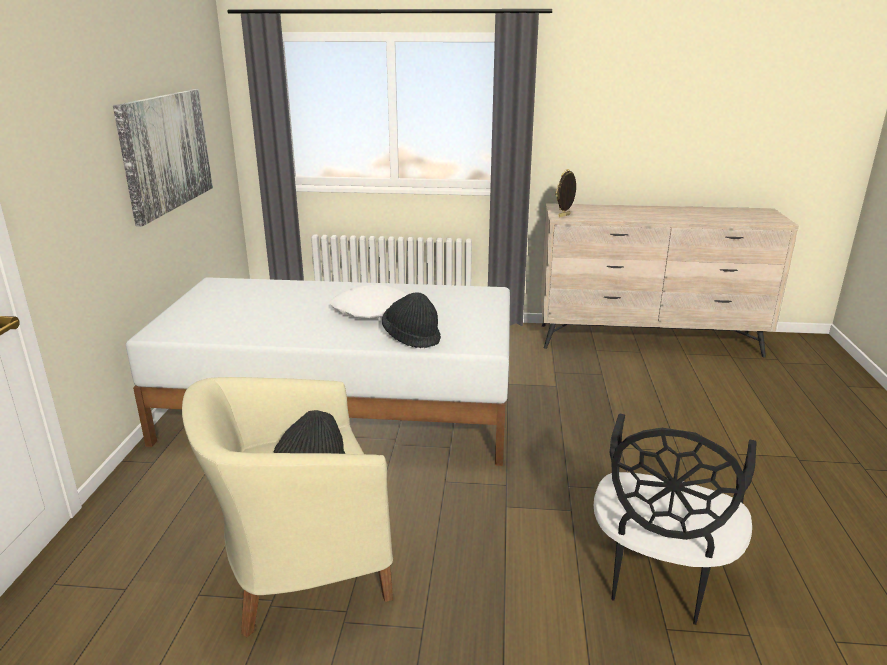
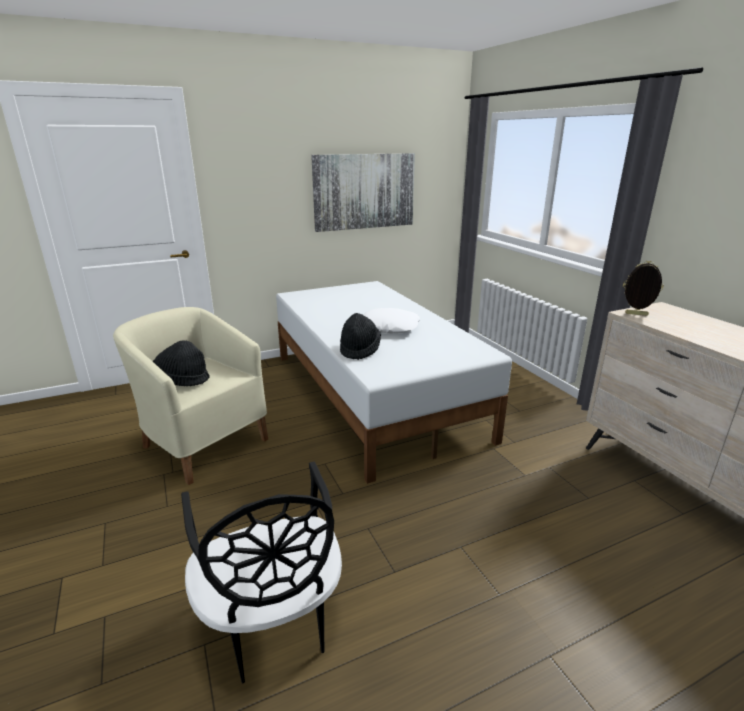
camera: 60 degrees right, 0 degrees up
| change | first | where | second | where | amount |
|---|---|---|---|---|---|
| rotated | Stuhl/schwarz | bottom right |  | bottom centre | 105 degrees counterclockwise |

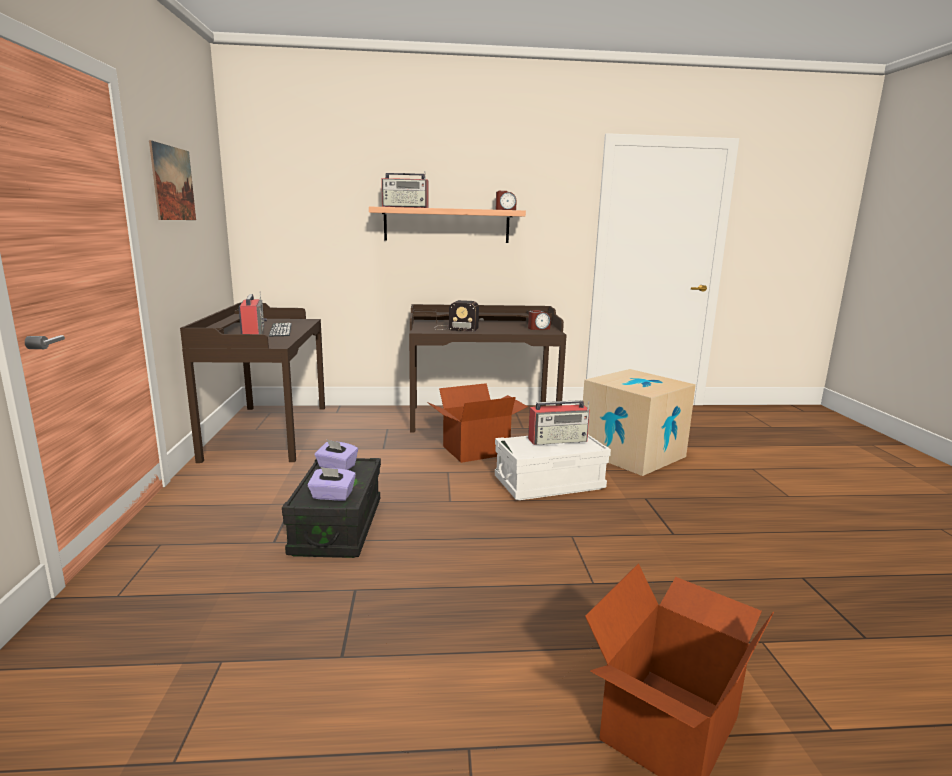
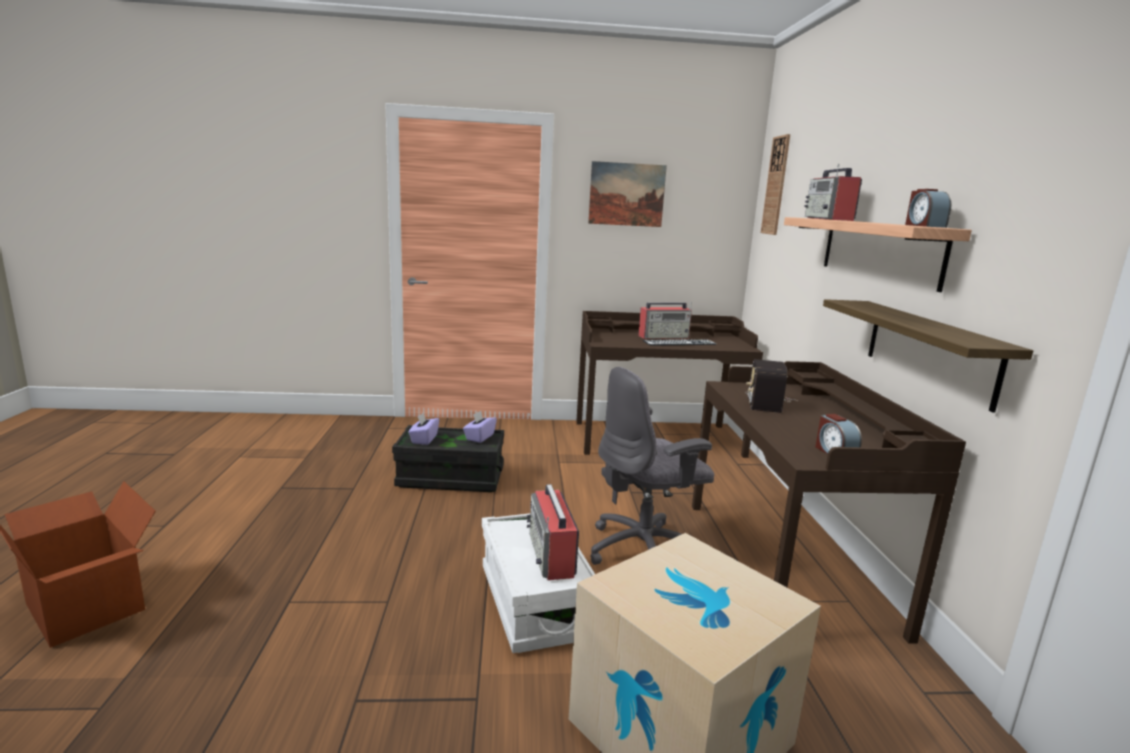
camera: 90 degrees right, 0 degrees up
| change | first | where | second | where | amount |
|---|---|---|---|---|---|
| new |  |  | Wanduhr | top right |  |
| new |  |  | Wandregal (no. 2 from left) | middle right |  |
| swapped | Karton (no. 1 from left) | centre | Bürostuhl/grau | centre |  |

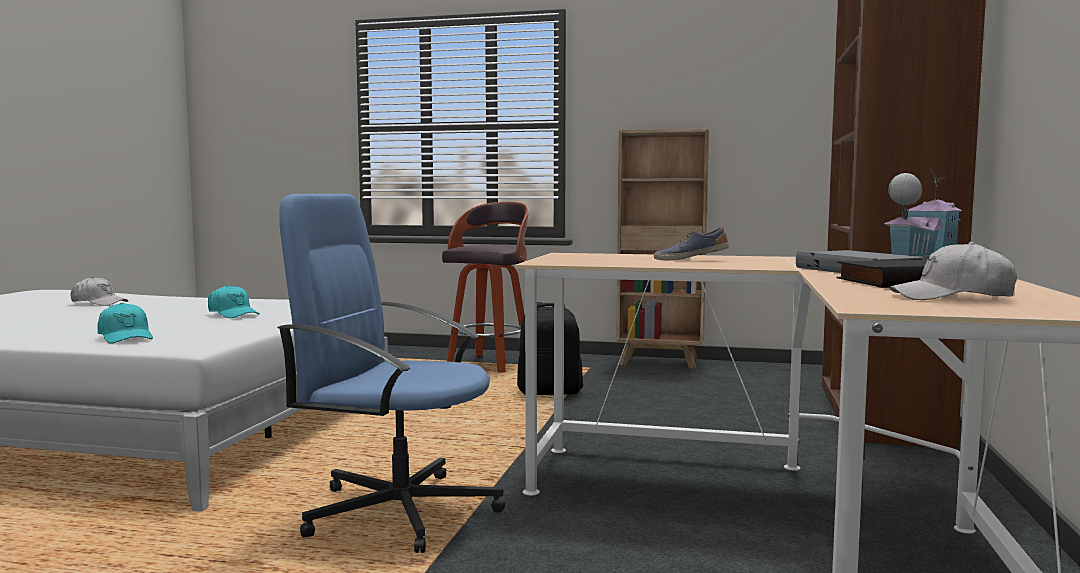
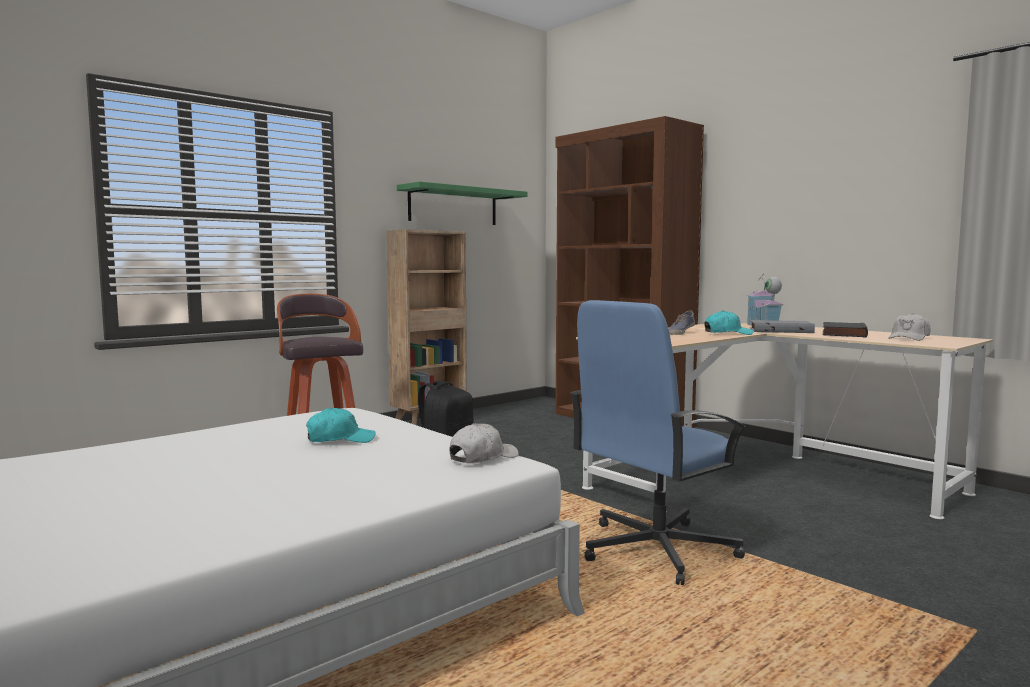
camera: 55 degrees left, 0 degrees up
| change | first | where | second | where | amount |
|---|---|---|---|---|---|
| new |  |  | Wandregal/grün | top centre |  |
| shifted | Kappe/weiß (no. 1 from left) | middle left |  | centre |  |
| shifted | Kappe/türkis (no. 1 from left in the first image) | middle left | Kappe/türkis (no. 2 from left) | middle right |  |

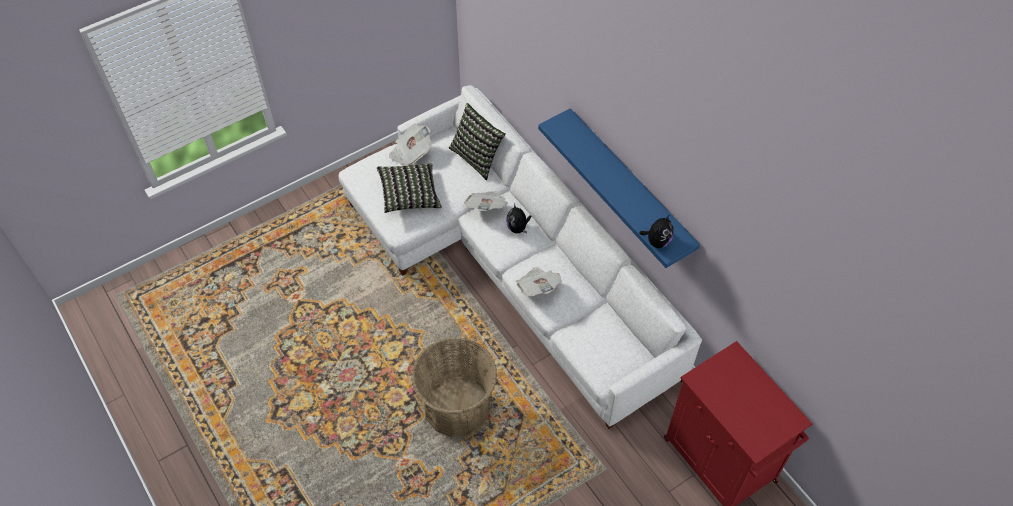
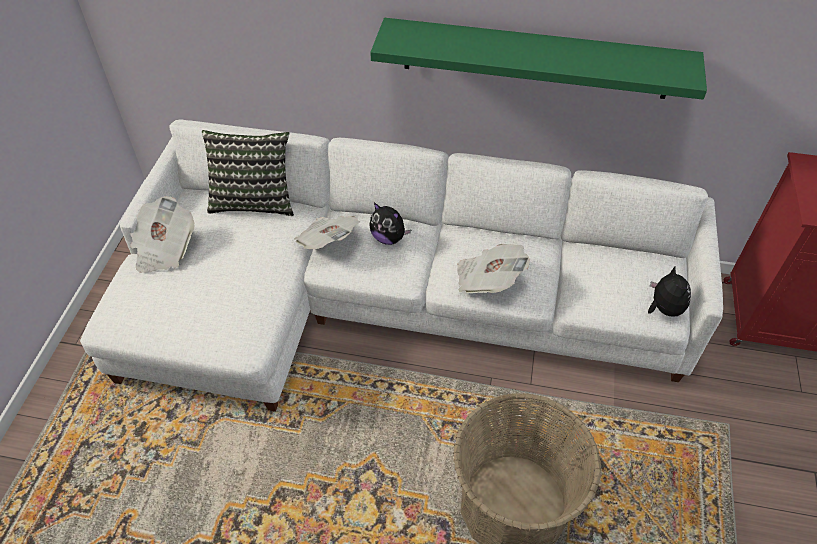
camera: 45 degrees left, 5 degrees down
| change | first | where | second | where | amount |
|---|---|---|---|---|---|
| gone | Kissen (no. 1 from left) | centre |  |  |  |
| shifted | Plüschtier (no. 2 from left) | centre |  | middle right |  |
| repainted | Wandregal/blau | centre | Wandregal/grün | top centre |  |

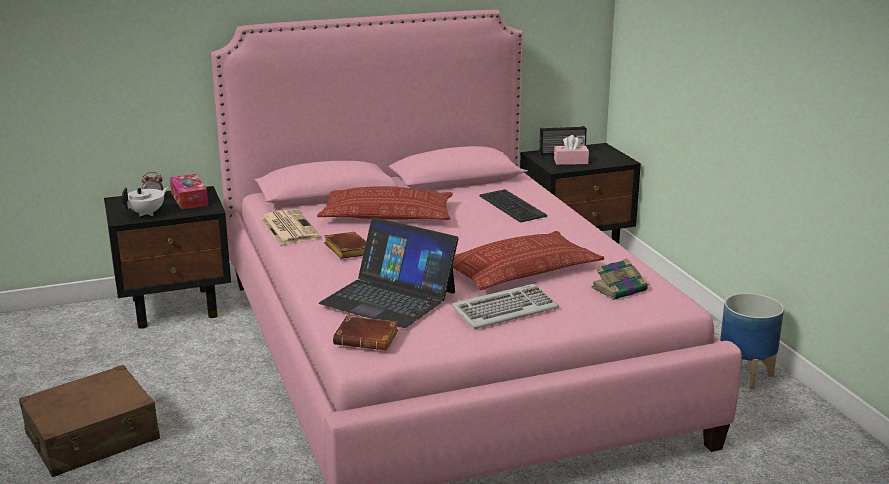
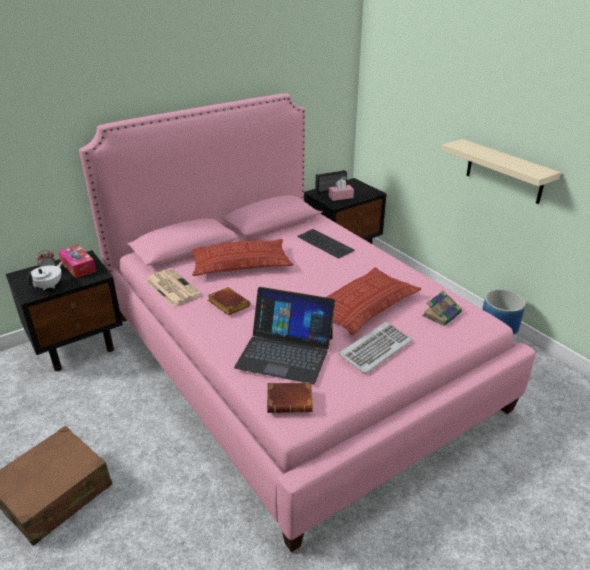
camera: 15 degrees left, 10 degrees up
| change | first | where | second | where | amount |
|---|---|---|---|---|---|
| new |  |  | Wandregal/beige | top right |  |

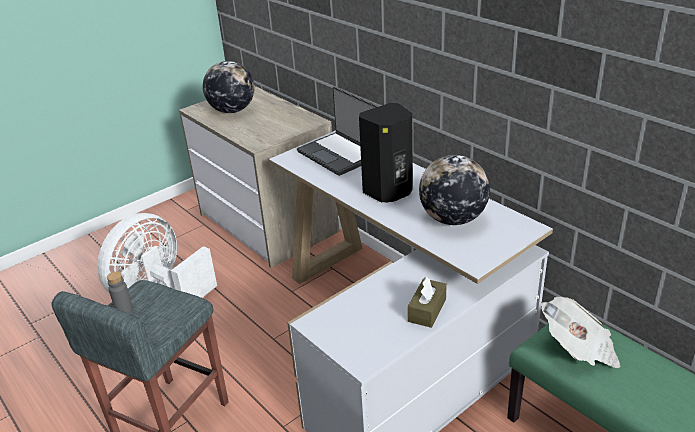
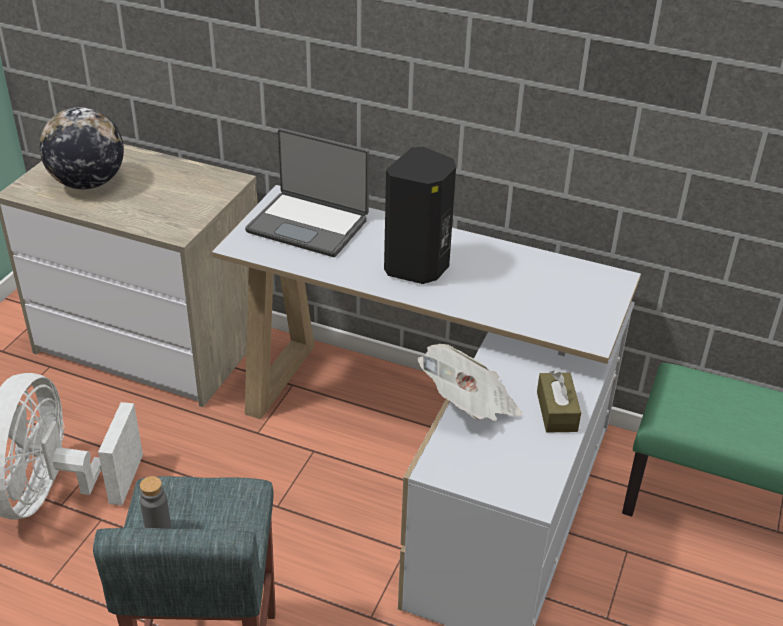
camera: 30 degrees left, 5 degrees up
| change | first | where | second | where | amount |
|---|---|---|---|---|---|
| gone | Globus (no. 2 from left) | centre |  |  |  |
| shifted | Zeitung | bottom right |  | centre |  |

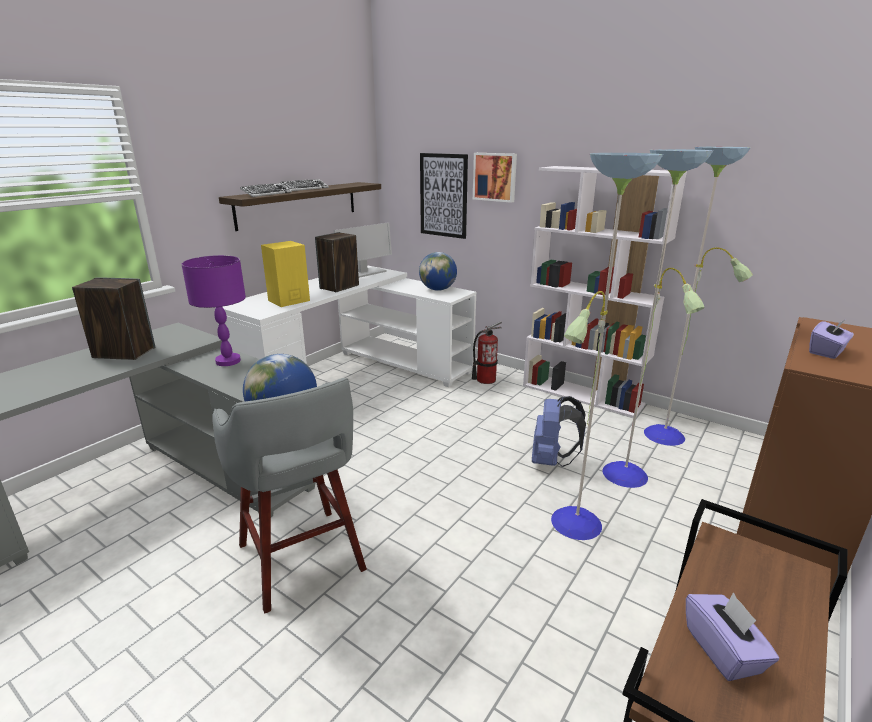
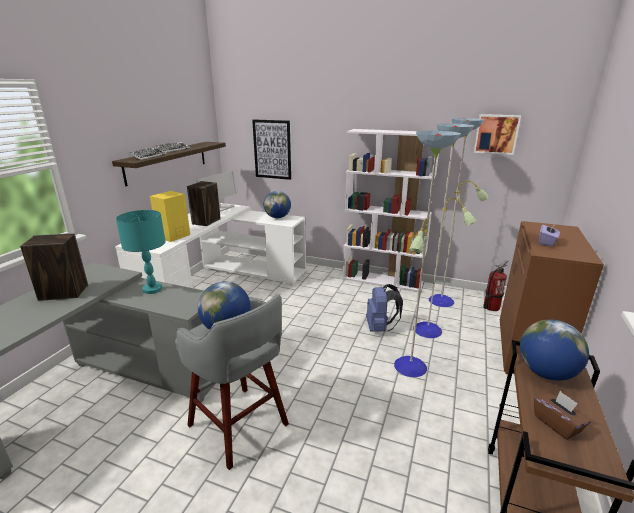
camera: 15 degrees left, 0 degrees up
| change | first | where | second | where | amount |
|---|---|---|---|---|---|
| new |  |  | Globus (no. 3 from left) | bottom right |  |
| shifted | Feuerlöscher | centre |  | middle right |  |
| shifted | Bild (no. 2 from left) | top centre |  | top right |  |
| repainted | Tischlampe/lila | middle left | Tischlampe/türkis | middle left |  |
| repainted | Taschentuchbox/lila (no. 1 from left) | bottom right | Taschentuchbox/braun | bottom right |  |

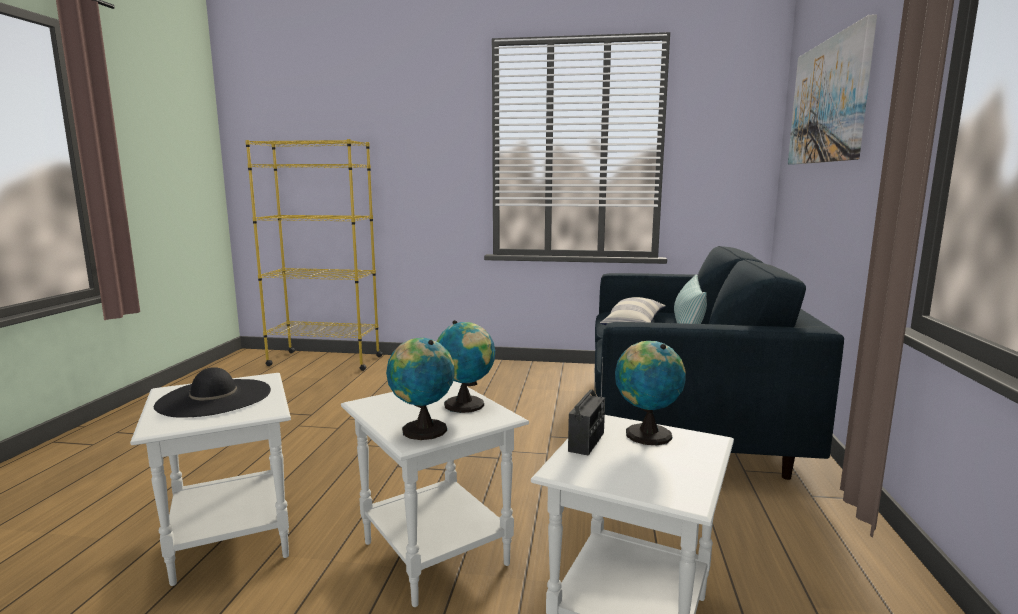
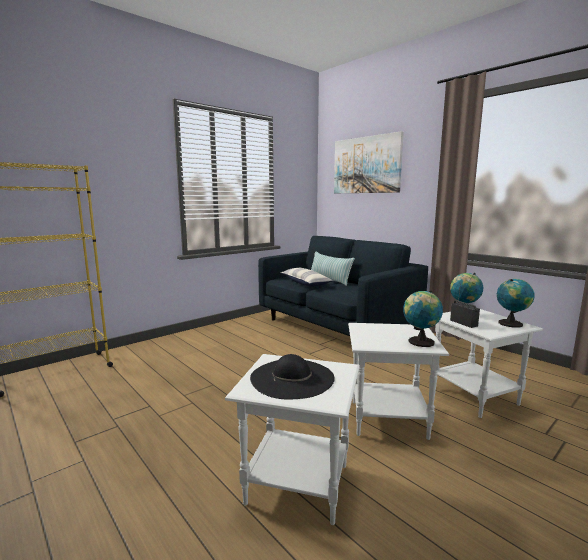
camera: 50 degrees left, 0 degrees up
| change | first | where | second | where | amount |
|---|---|---|---|---|---|
| shifted | Globus (no. 2 from left in the first image) | centre | Globus (no. 3 from left) | middle right |  |

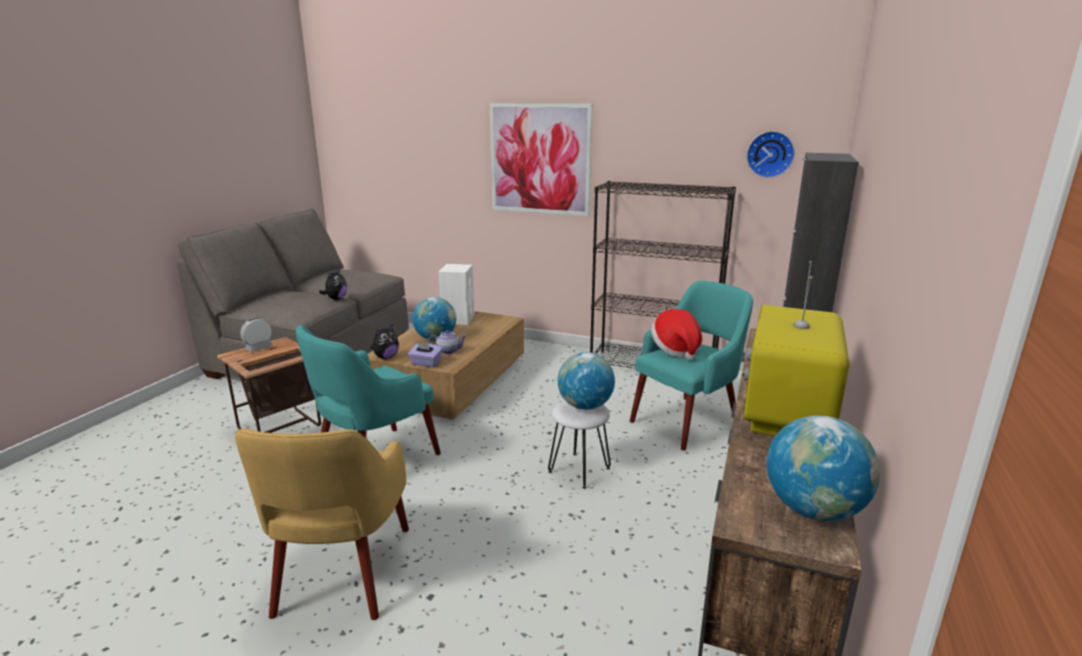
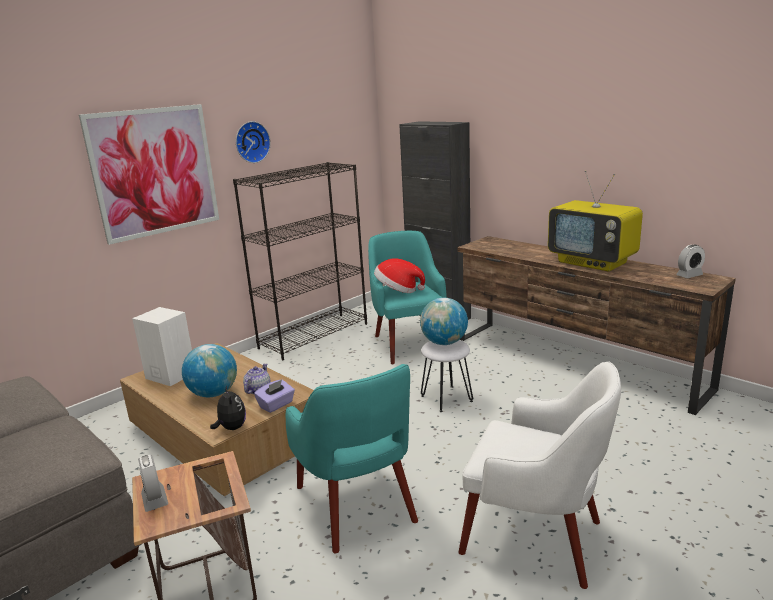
camera: 65 degrees left, 0 degrees up
| change | first | where | second | where | amount |
|---|---|---|---|---|---|
| gone | Plüschtier (no. 1 from left) | middle left |  |  |  |
| shifted | Wanduhr | top right |  | top left |  |
| swapped | Globus (no. 3 from left) | bottom right | Wecker (no. 2 from left) | middle right |  |
| repainted | Sessel/gelb | bottom left | Sessel/weiß | bottom right |  |

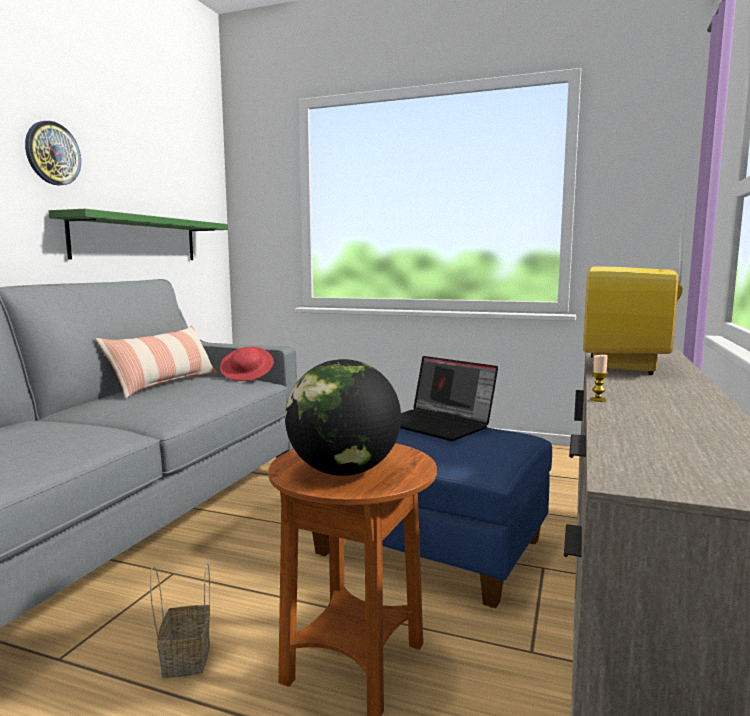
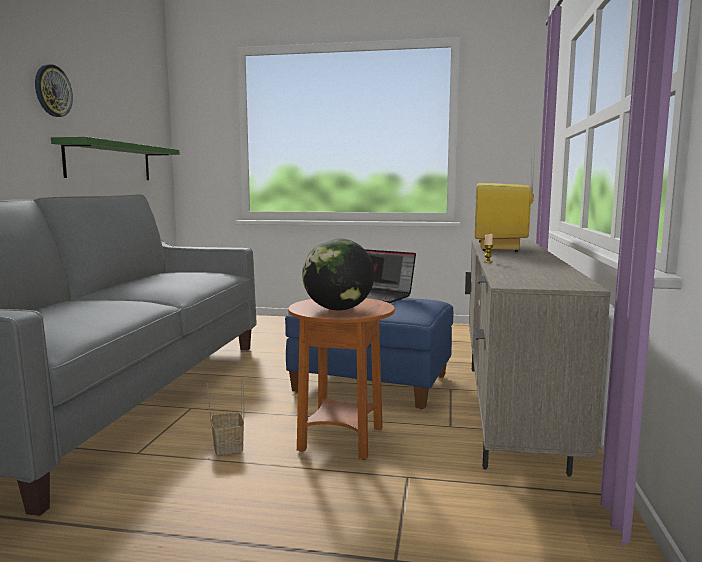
camera: 10 degrees left, 0 degrees up
| change | first | where | second | where | amount |
|---|---|---|---|---|---|
| gone | Kissen | middle left |  |  |  |
| gone | Hut/rot | middle left |  |  |  |

